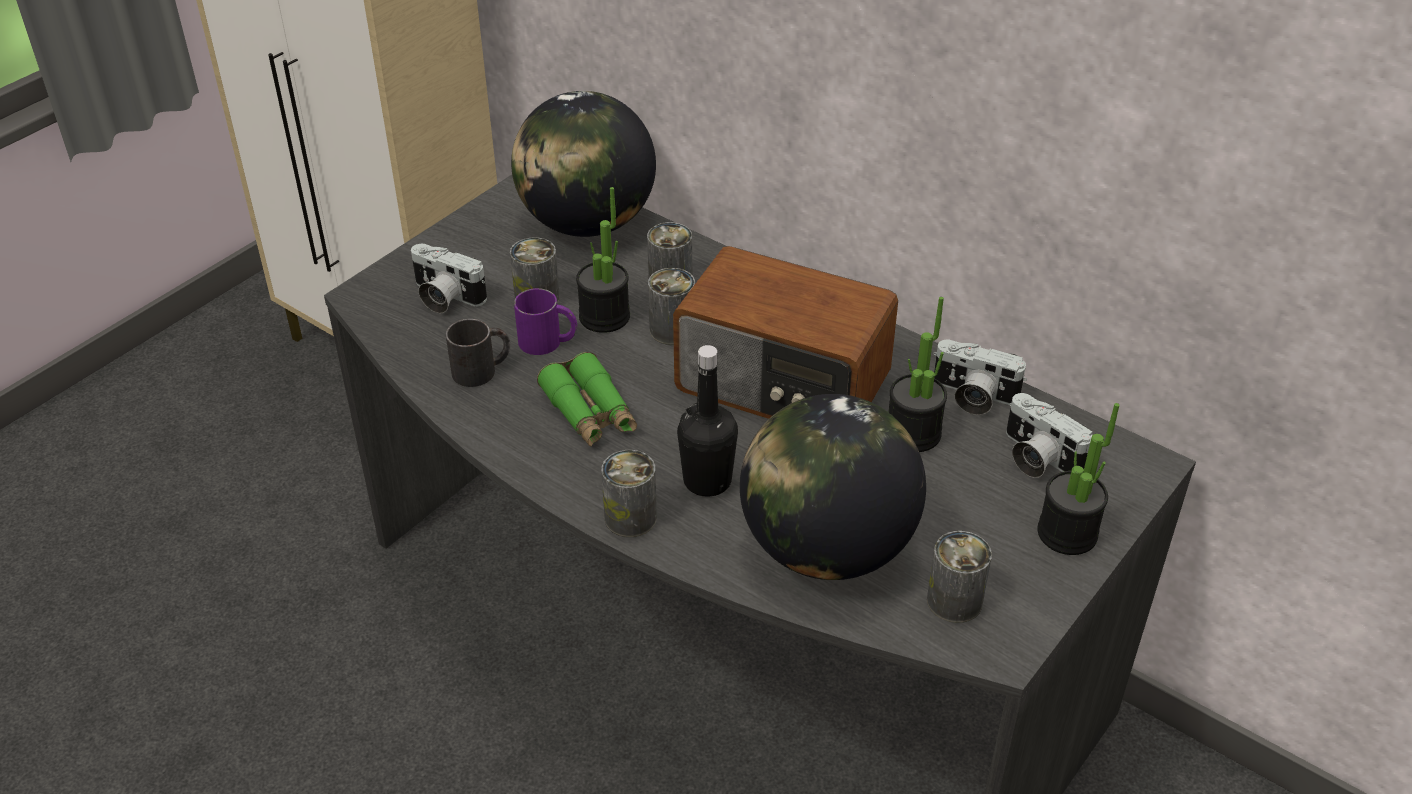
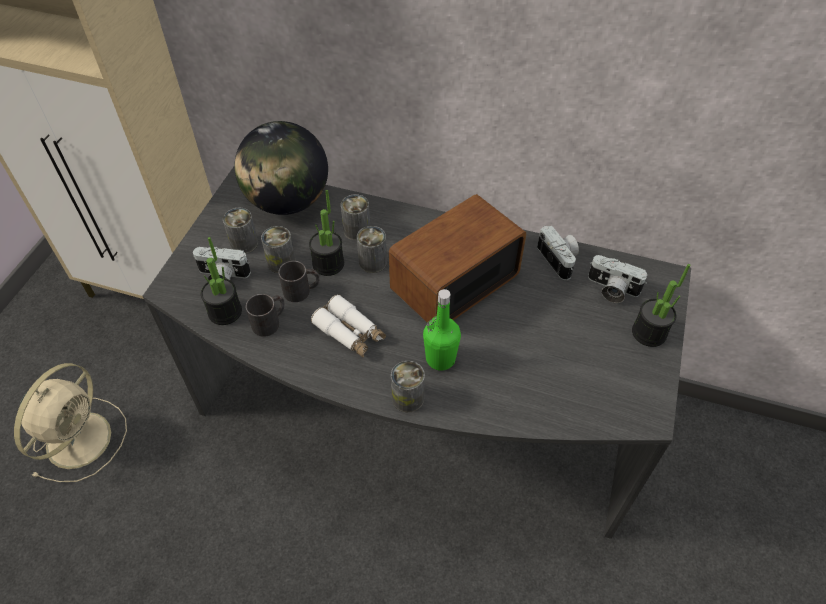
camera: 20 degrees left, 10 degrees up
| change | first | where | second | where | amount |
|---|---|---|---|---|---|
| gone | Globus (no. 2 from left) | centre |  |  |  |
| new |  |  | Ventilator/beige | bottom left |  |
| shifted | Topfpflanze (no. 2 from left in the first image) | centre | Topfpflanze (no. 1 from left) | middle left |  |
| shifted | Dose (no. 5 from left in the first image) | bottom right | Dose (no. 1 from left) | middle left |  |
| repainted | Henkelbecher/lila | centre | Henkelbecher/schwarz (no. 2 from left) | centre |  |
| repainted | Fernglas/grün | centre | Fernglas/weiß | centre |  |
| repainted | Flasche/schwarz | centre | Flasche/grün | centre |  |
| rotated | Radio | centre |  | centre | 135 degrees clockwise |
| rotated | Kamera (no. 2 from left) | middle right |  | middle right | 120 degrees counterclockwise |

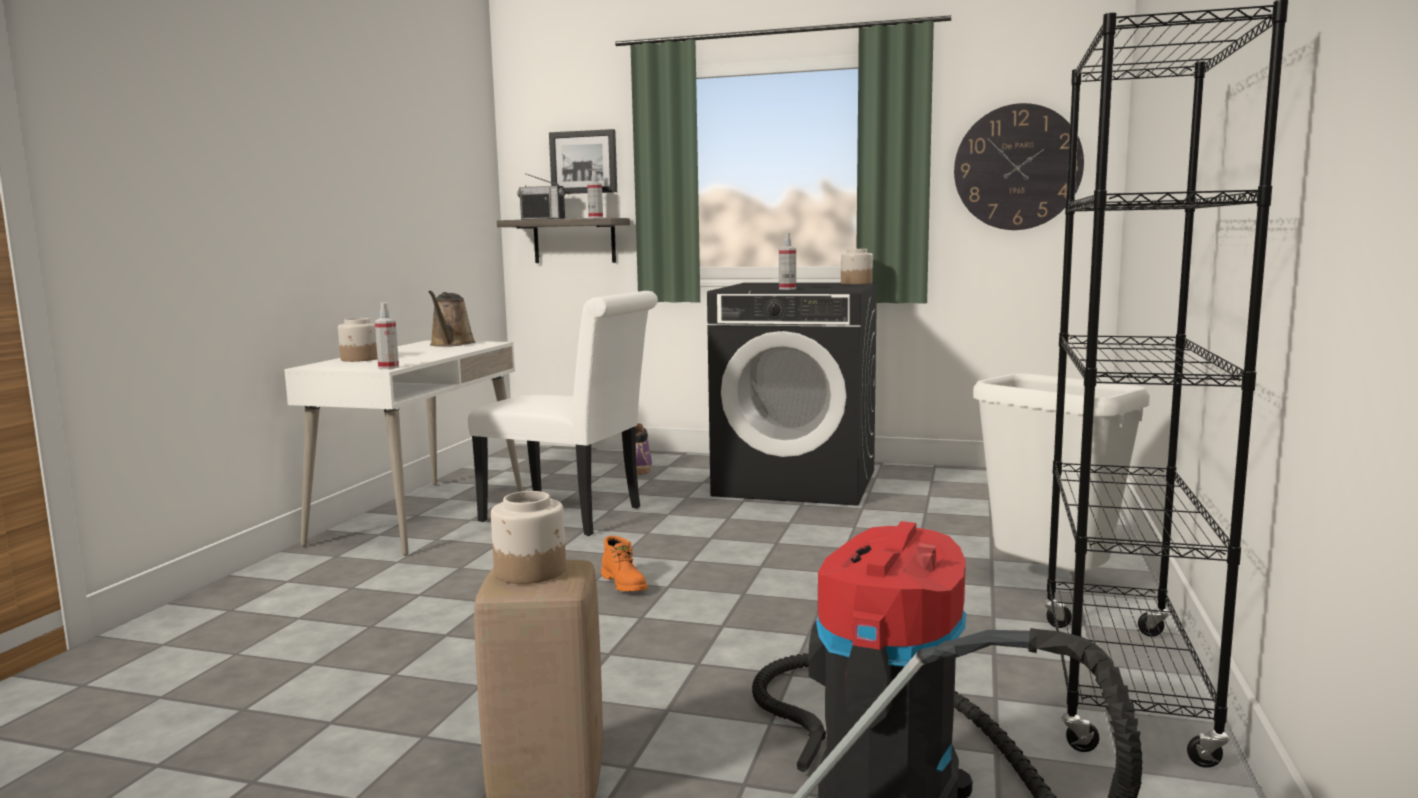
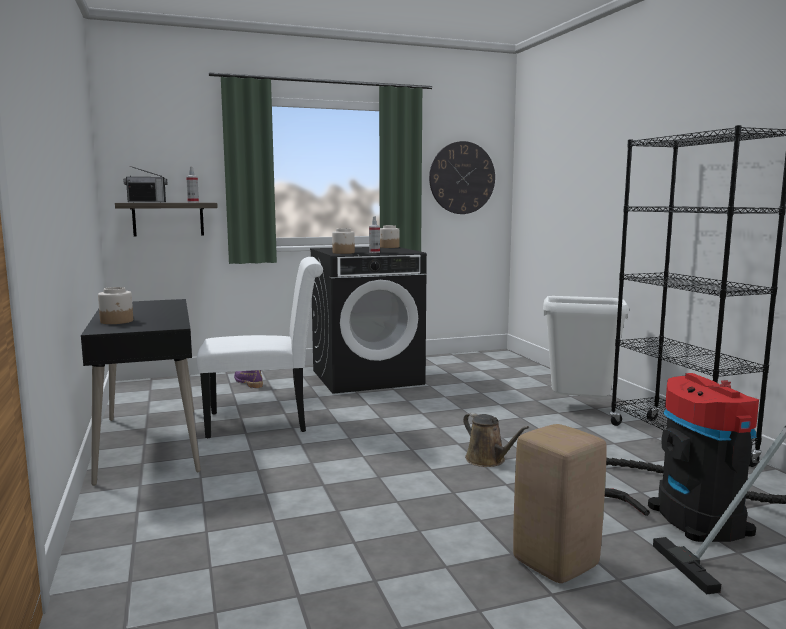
camera: 35 degrees left, 0 degrees up
| change | first | where | second | where | amount |
|---|---|---|---|---|---|
| gone | Sprühflasche (no. 1 from left) | middle left |  |  |  |
| gone | Bild | top centre |  |  |  |
| gone | Stiefel/orange | bottom centre |  |  |  |
| shifted | Gießkanne/braun | middle left |  | bottom centre |  |
| shifted | Vorratsglas (no. 2 from left) | bottom centre |  | centre |  |
| repainted | Schreibtisch/weiß | middle left | Schreibtisch/schwarz | middle left |  |

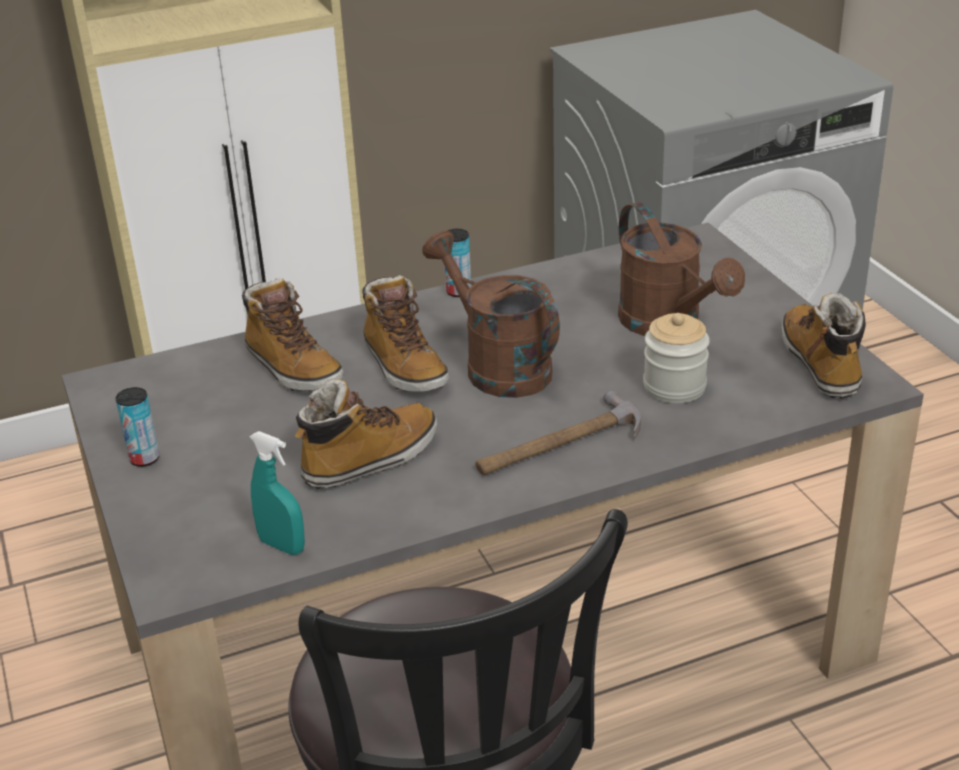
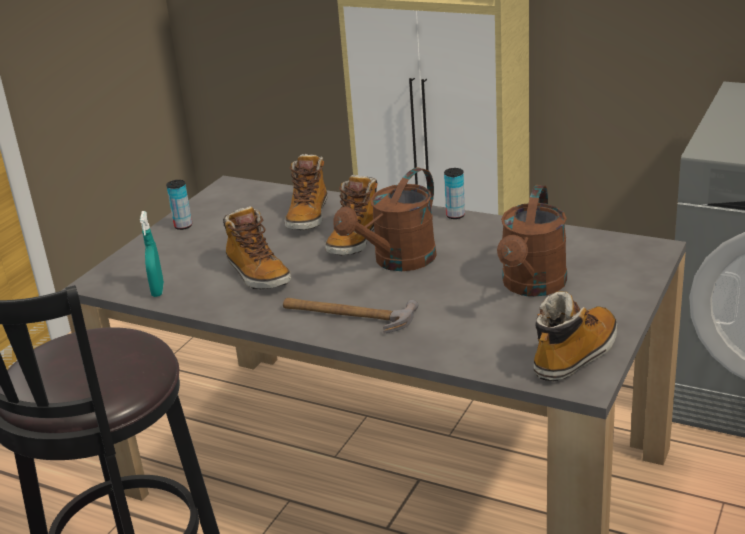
camera: 50 degrees right, 5 degrees down
| change | first | where | second | where | amount |
|---|---|---|---|---|---|
| gone | Vorratsglas | middle right |  |  |  |
| rotated | Stiefel (no. 2 from left in the first image) | centre | Stiefel (no. 1 from left) | centre | 45 degrees clockwise |
| rotated | Gießkanne/braun (no. 1 from left) | centre |  | centre | 150 degrees counterclockwise |

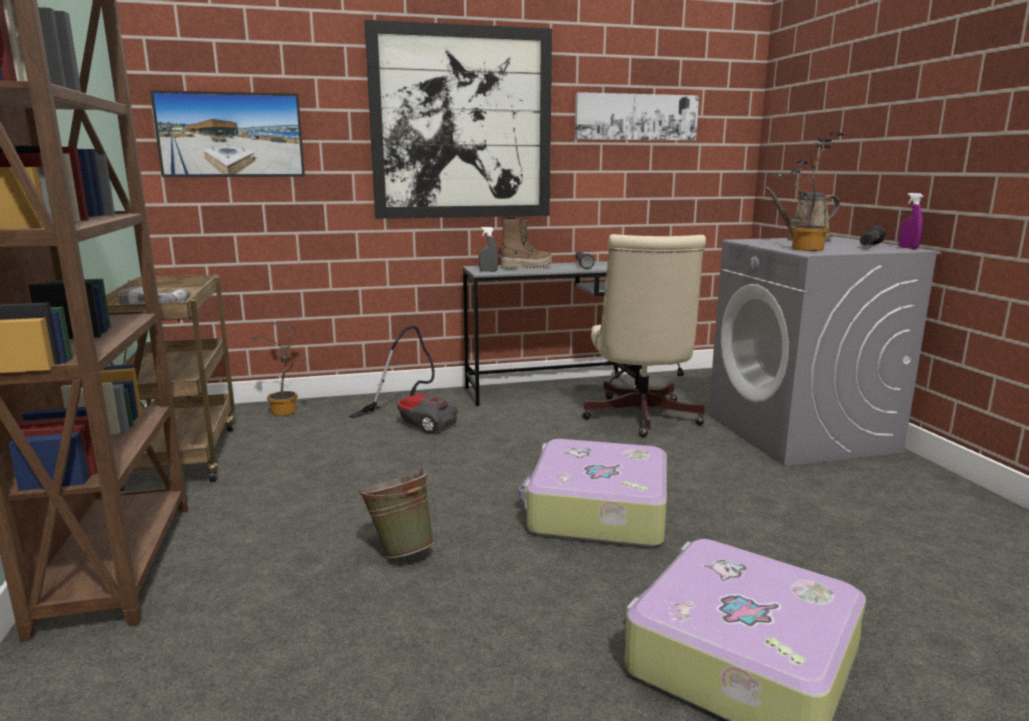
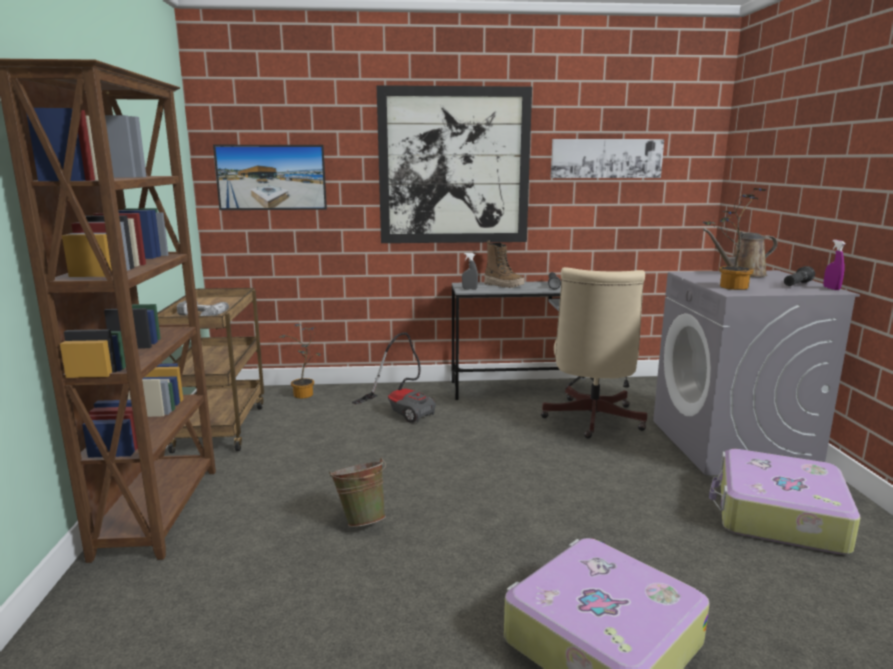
camera: 10 degrees right, 0 degrees up
| change | first | where | second | where | amount |
|---|---|---|---|---|---|
| shifted | Koffer (no. 1 from left in the first image) | bottom centre | Koffer (no. 2 from left) | bottom right |  |
| rotated | Stiefel | centre |  | centre | 45 degrees clockwise |

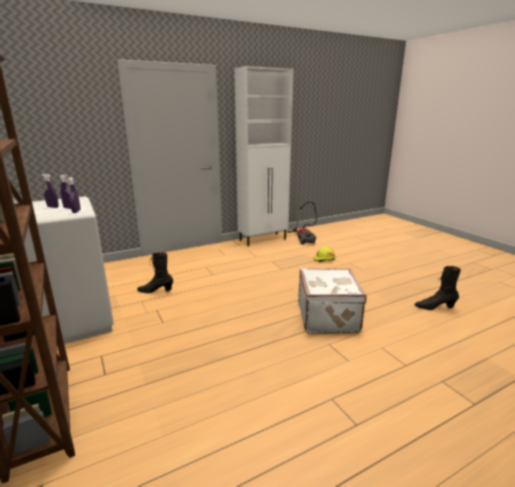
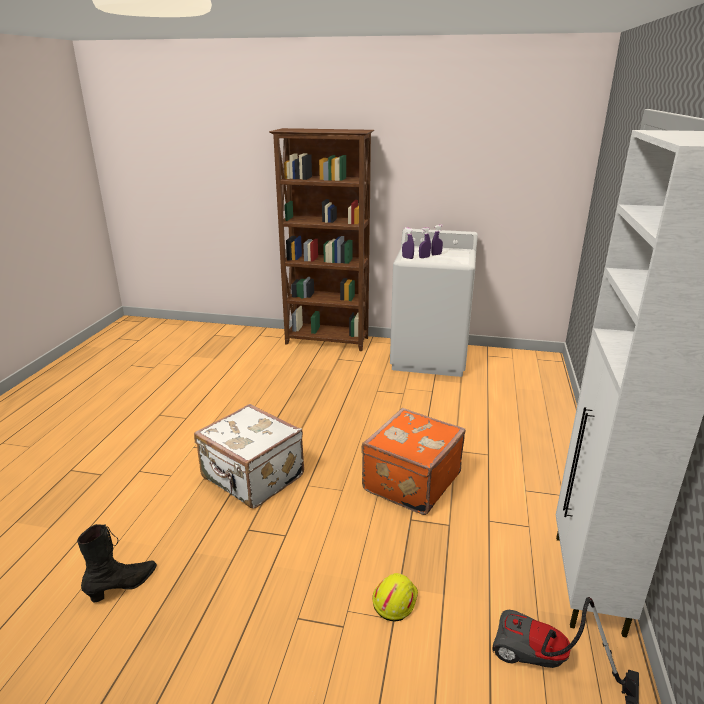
camera: 130 degrees right, 5 degrees up
| change | first | where | second | where | amount |
|---|---|---|---|---|---|
| gone | Stiefel/schwarz (no. 1 from left) | middle left |  |  |  |
| new |  |  | Koffer/orange | centre |  |

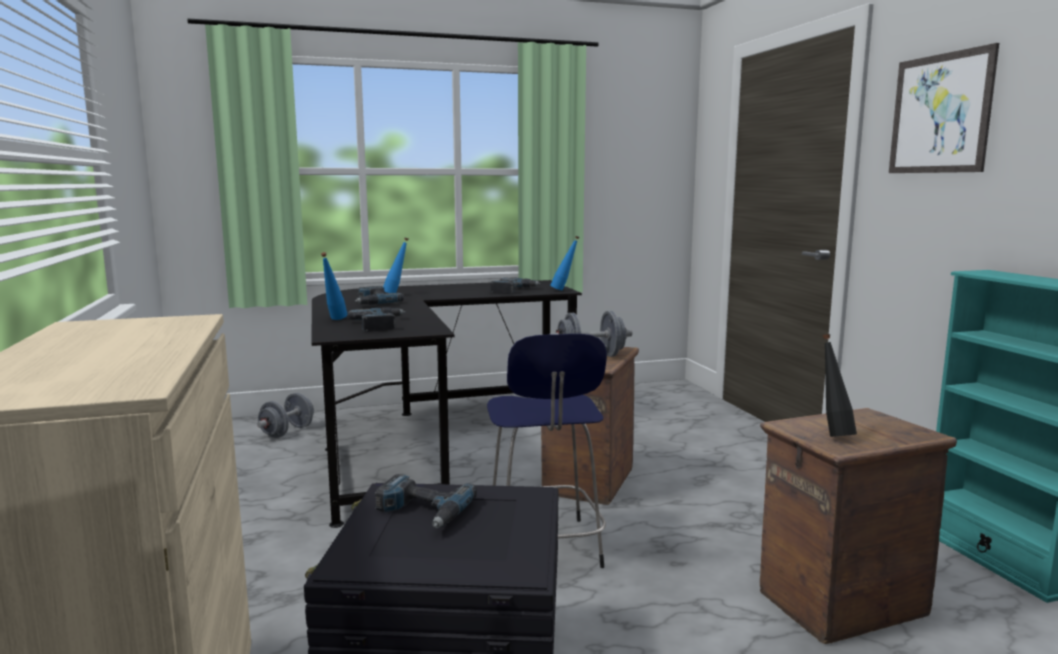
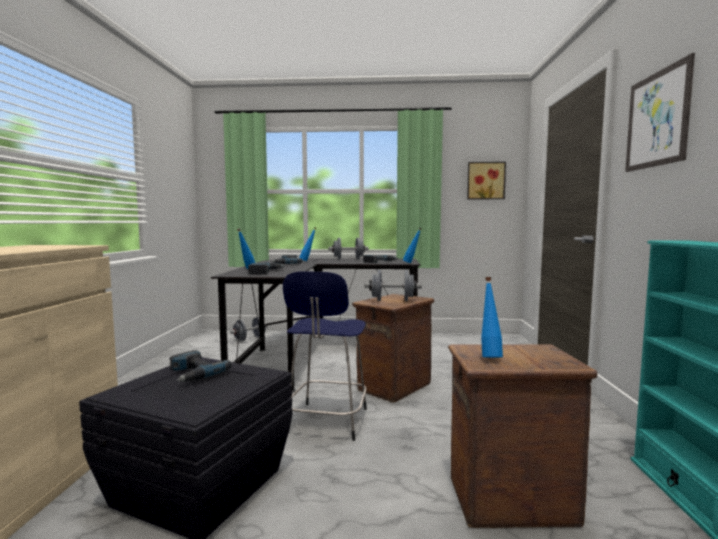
camera: 20 degrees right, 5 degrees down
| change | first | where | second | where | amount |
|---|---|---|---|---|---|
| new |  |  | Hantel/grau (no. 2 from left) | centre |  |
| new |  |  | Bild (no. 1 from left) | middle right |  |
| repainted | Flasche/schwarz | middle right | Flasche/blau (no. 4 from left) | middle right |  |

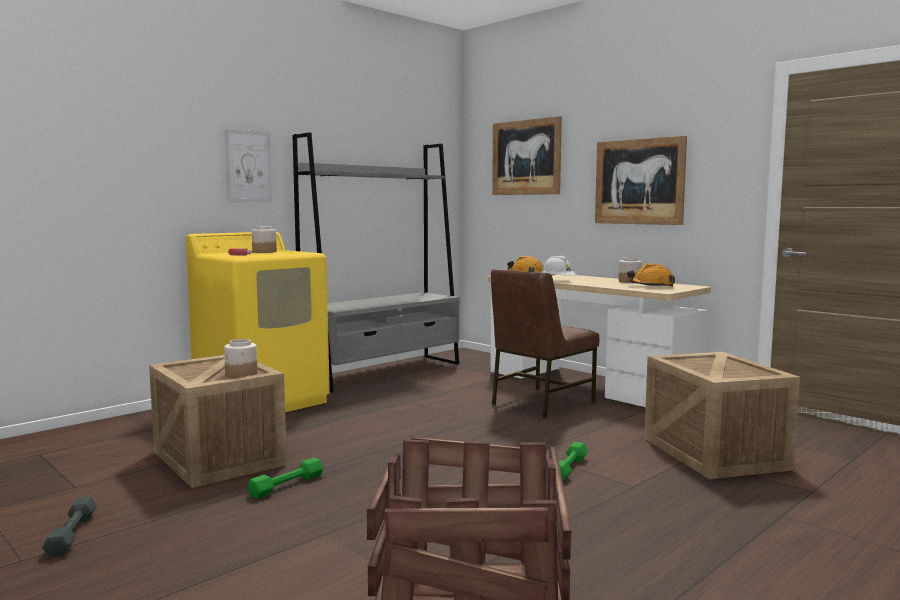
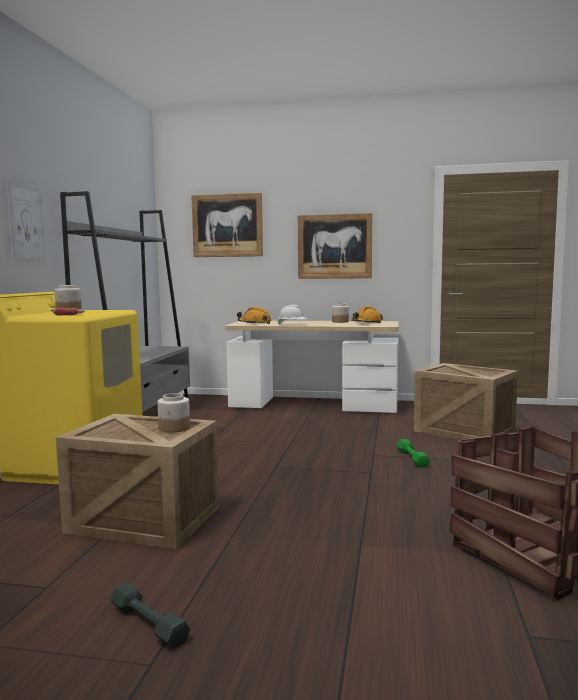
camera: 35 degrees left, 0 degrees up
| change | first | where | second | where | amount |
|---|---|---|---|---|---|
| gone | Hantel/grün (no. 1 from left) | bottom left |  |  |  |
| gone | Stuhl/braun | centre |  |  |  |

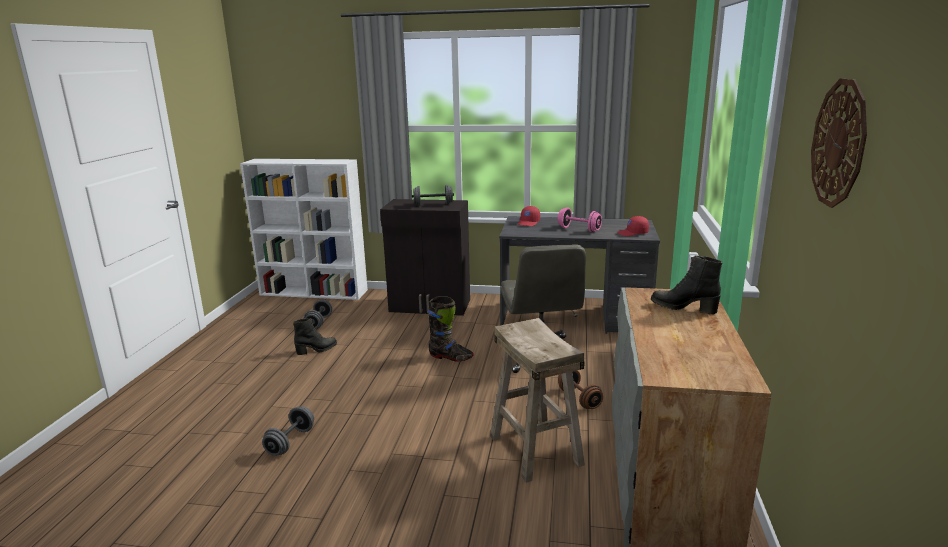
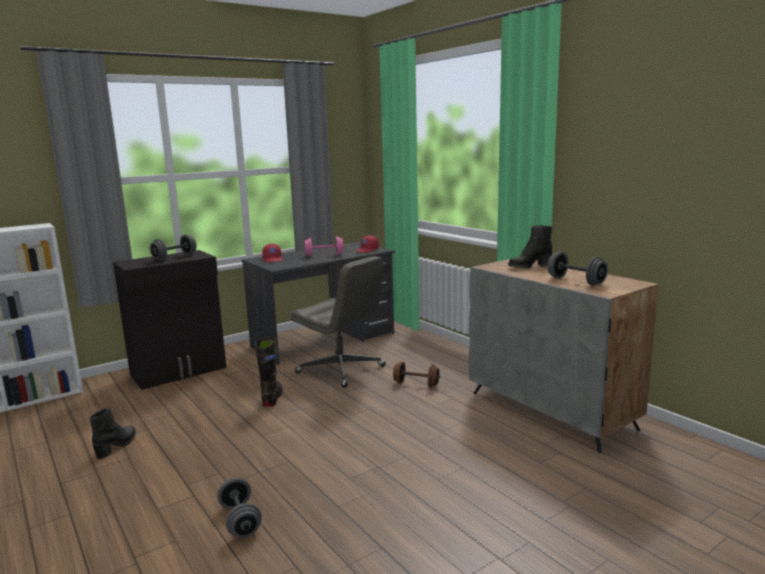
camera: 45 degrees left, 5 degrees down
| change | first | where | second | where | amount |
|---|---|---|---|---|---|
| gone | Hocker/beige | bottom centre |  |  |  |
| gone | Wanduhr | top right |  |  |  |
| shifted | Hantel/grau (no. 2 from left in the first image) | centre | Hantel/grau (no. 3 from left) | middle right |  |
| rotated | Stiefel/schwarz (no. 2 from left) | centre |  | centre | 60 degrees counterclockwise |

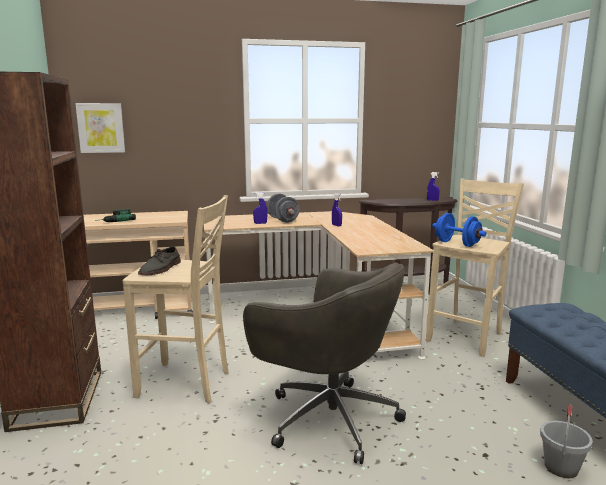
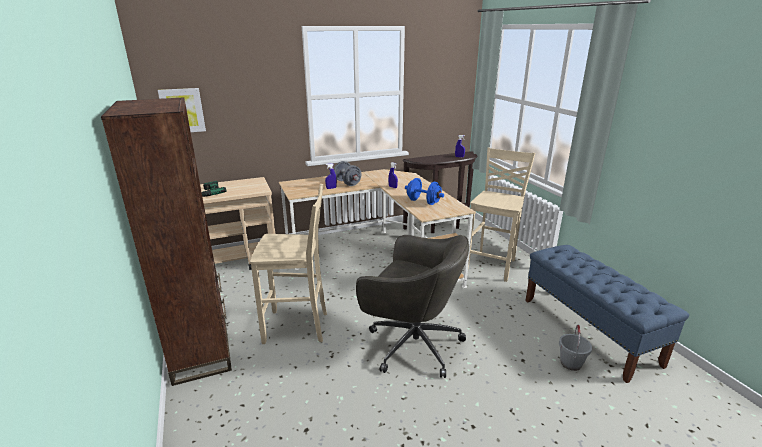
camera: 10 degrees left, 10 degrees up
| change | first | where | second | where | amount |
|---|---|---|---|---|---|
| gone | Schuh/grau | middle left |  |  |  |
| shifted | Hantel/blau | middle right |  | centre |  |

